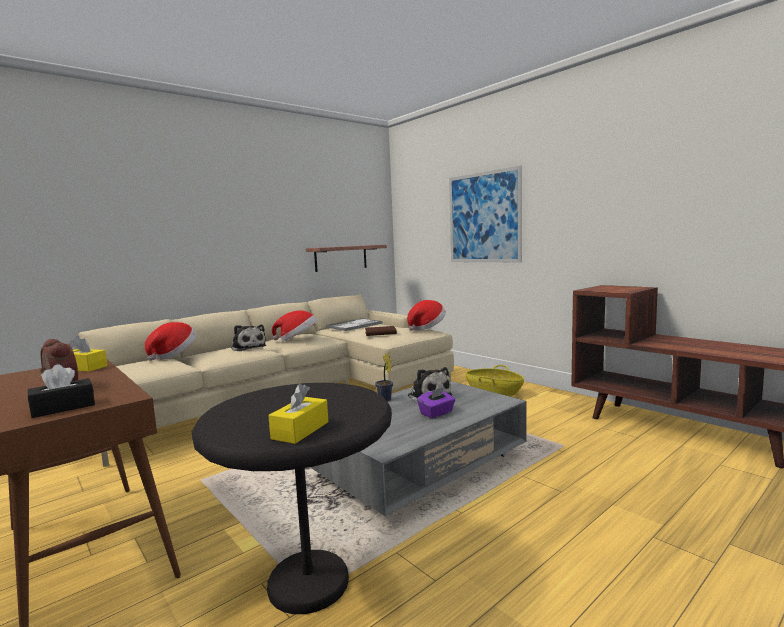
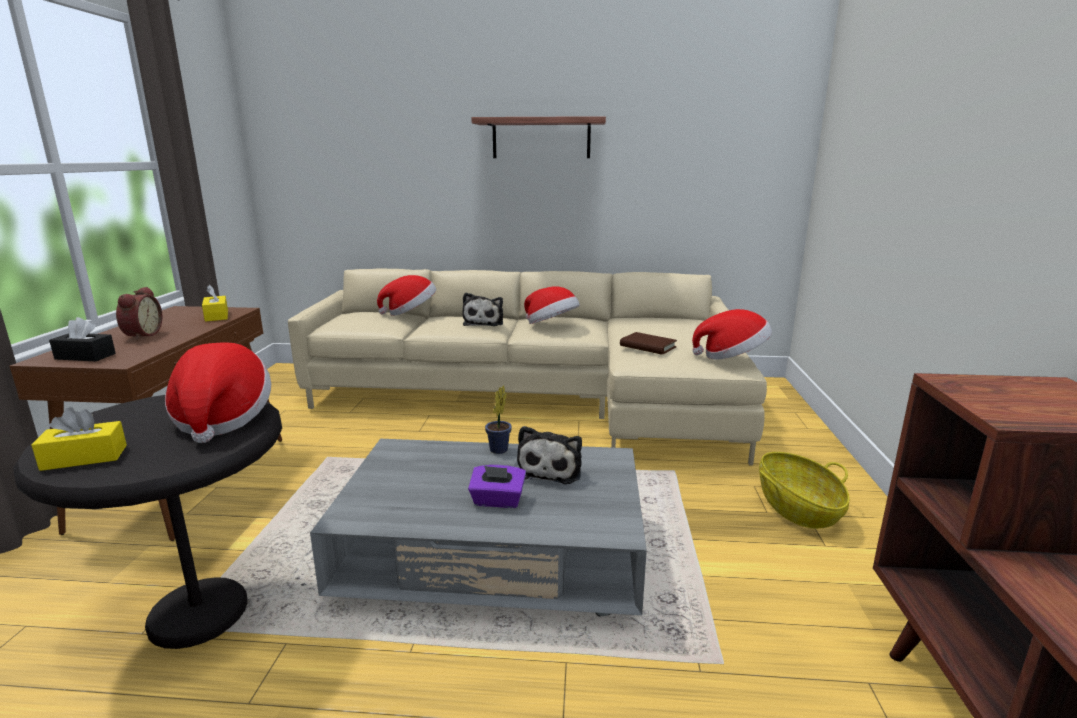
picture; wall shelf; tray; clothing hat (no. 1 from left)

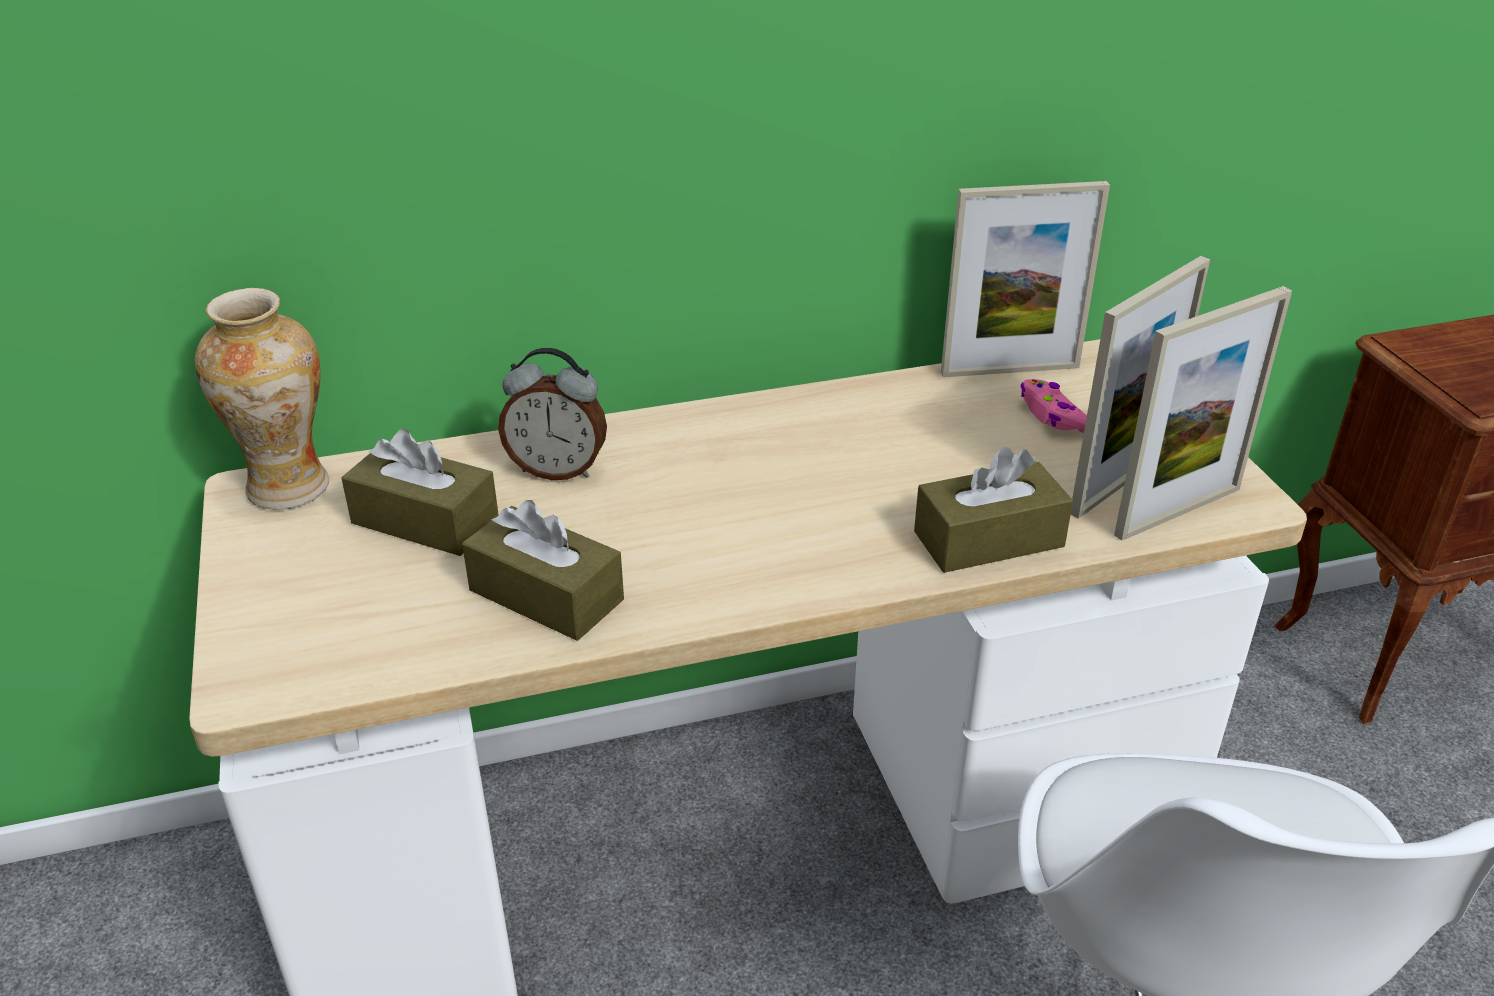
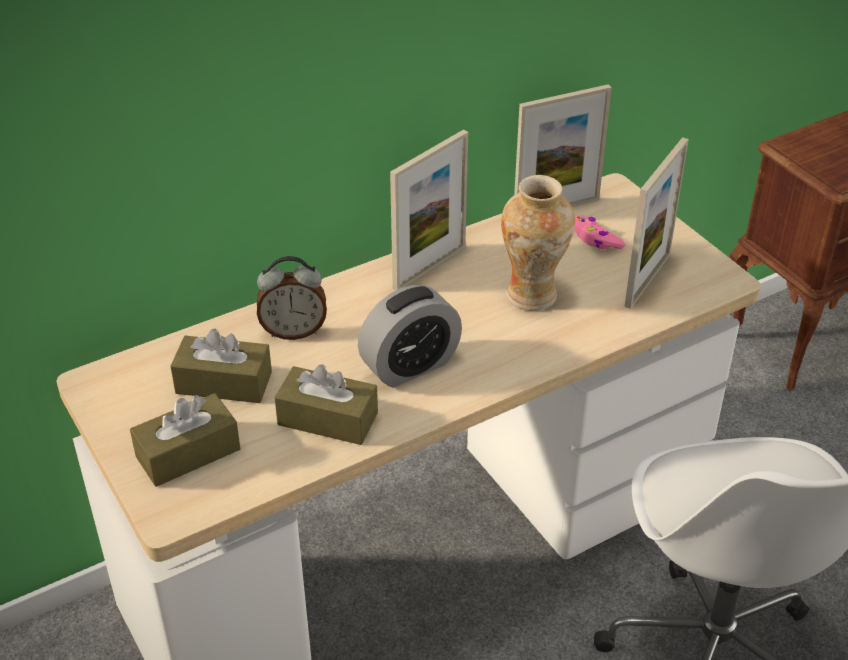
picture frame (no. 1 from left); flower vase; brown tissue holder (no. 1 from left); alarm clock (no. 2 from left)

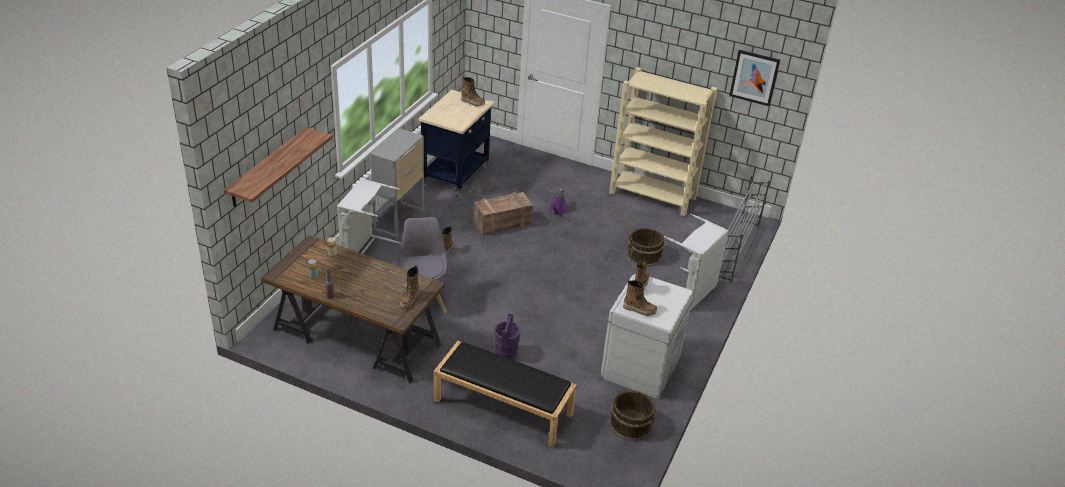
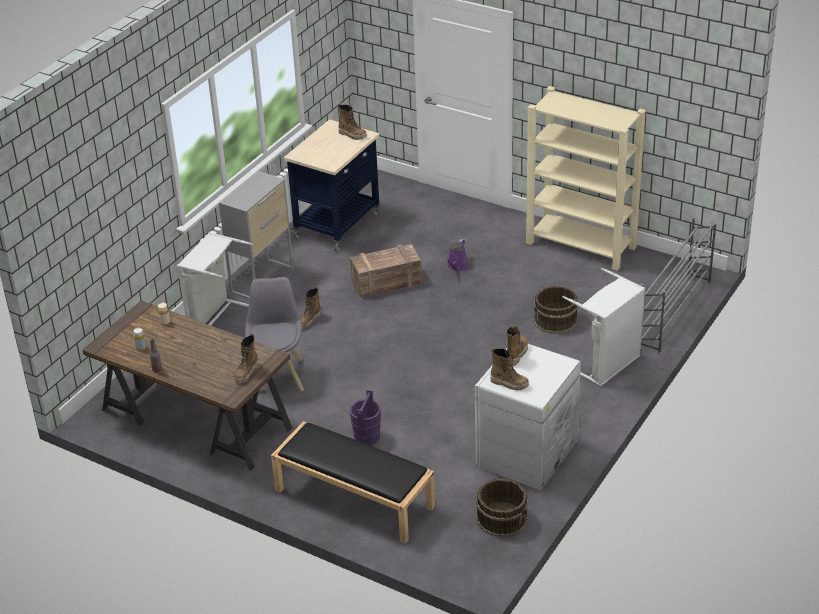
picture; wall shelf

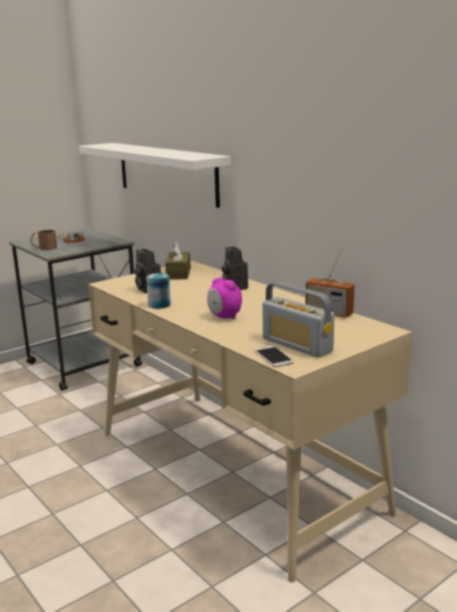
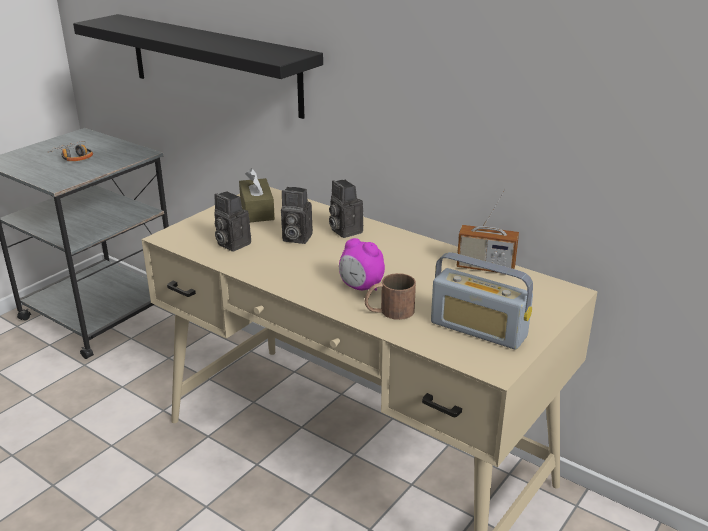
black-coloured wall shelf; brown mug; can; telephone; still camera (no. 2 from left)

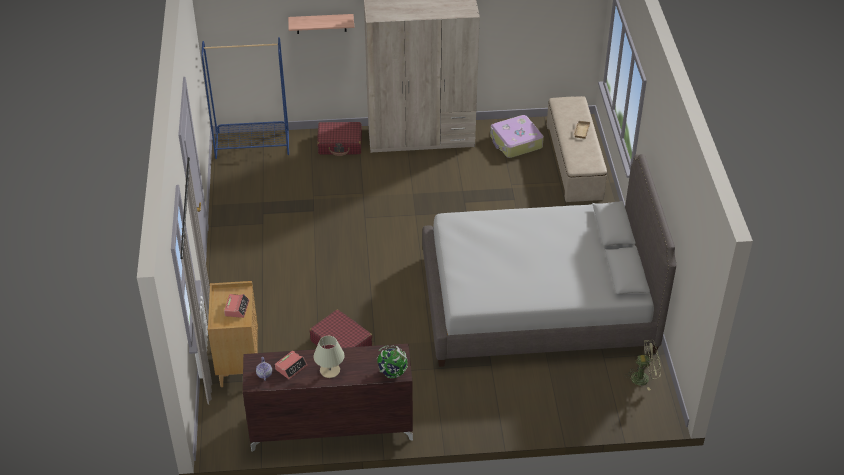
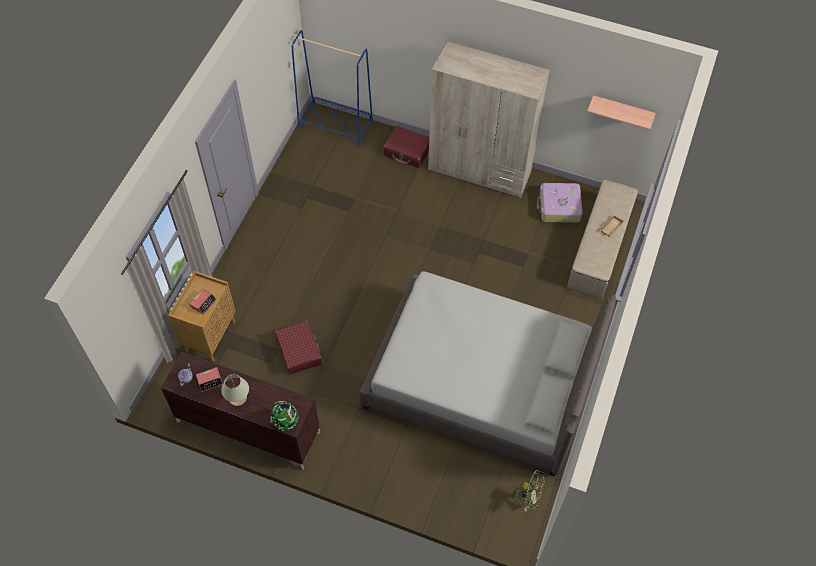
wall shelf

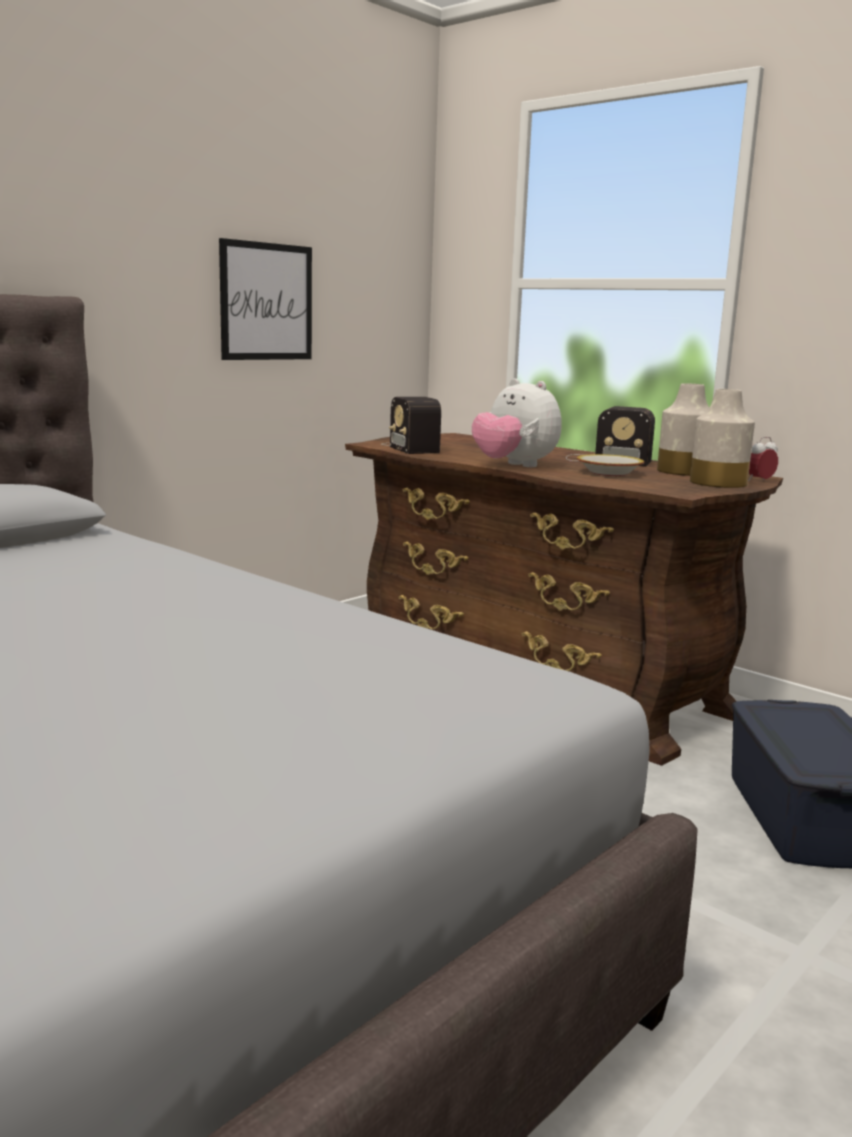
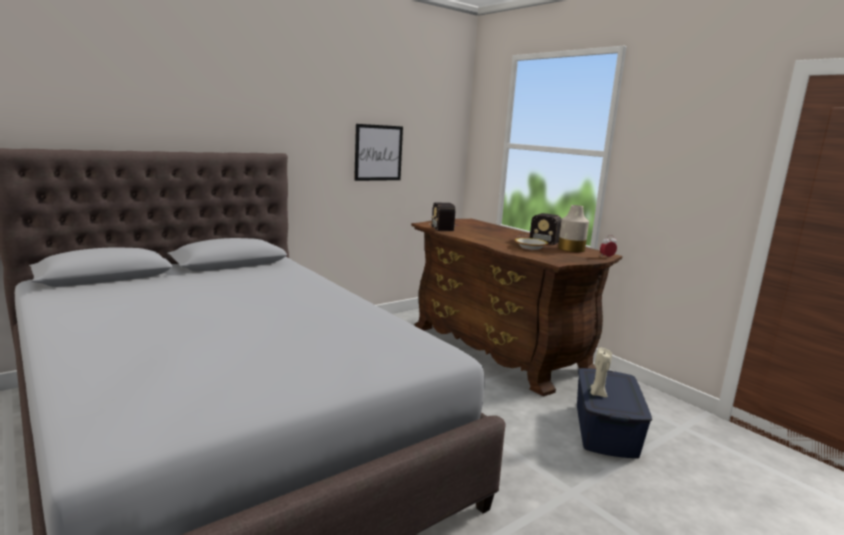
soft toy; beige flower vase (no. 2 from left in the first image); beige wax light

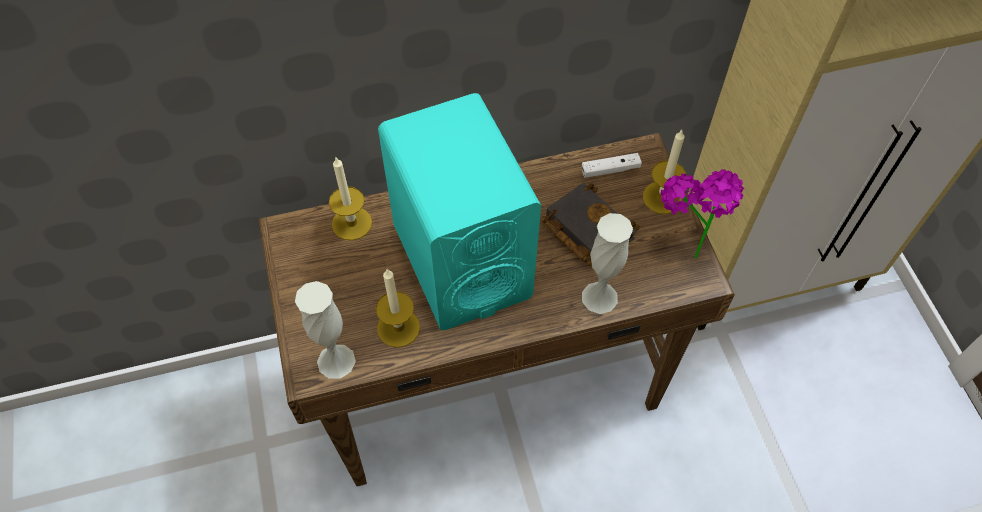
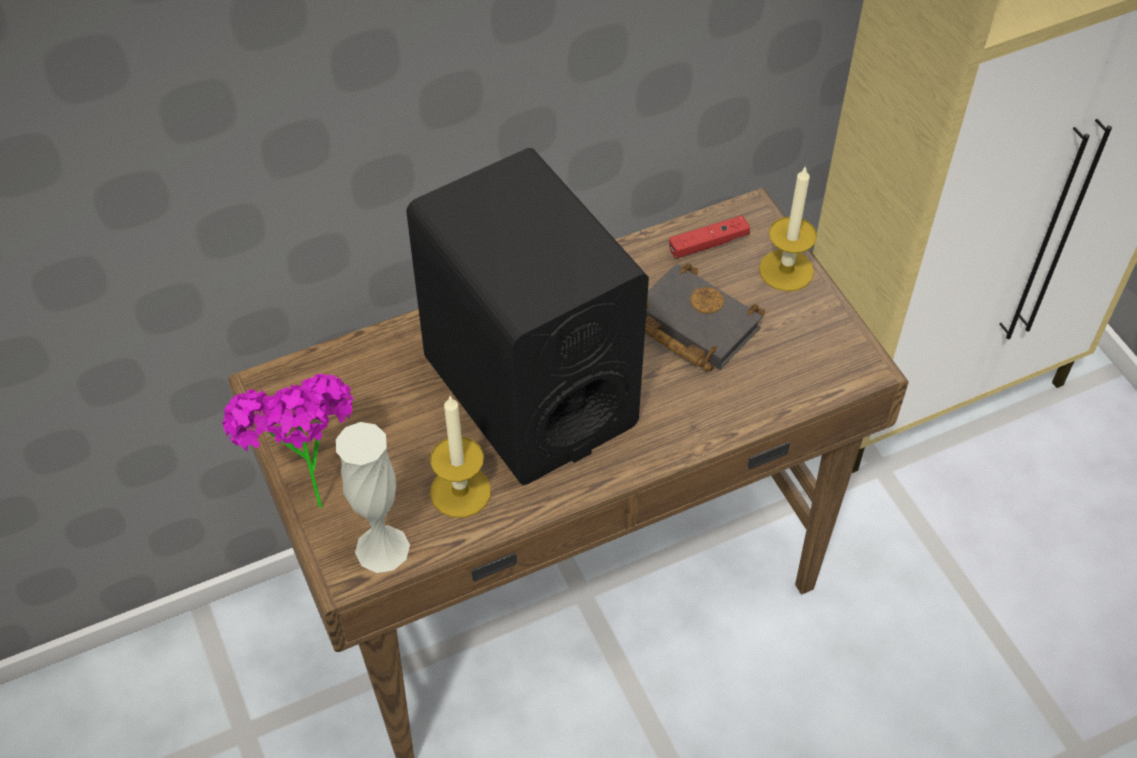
black-coloured speaker; reddish gamepad; wax light (no. 1 from left in the first image); potted plant; white flower vase (no. 2 from left in the first image)

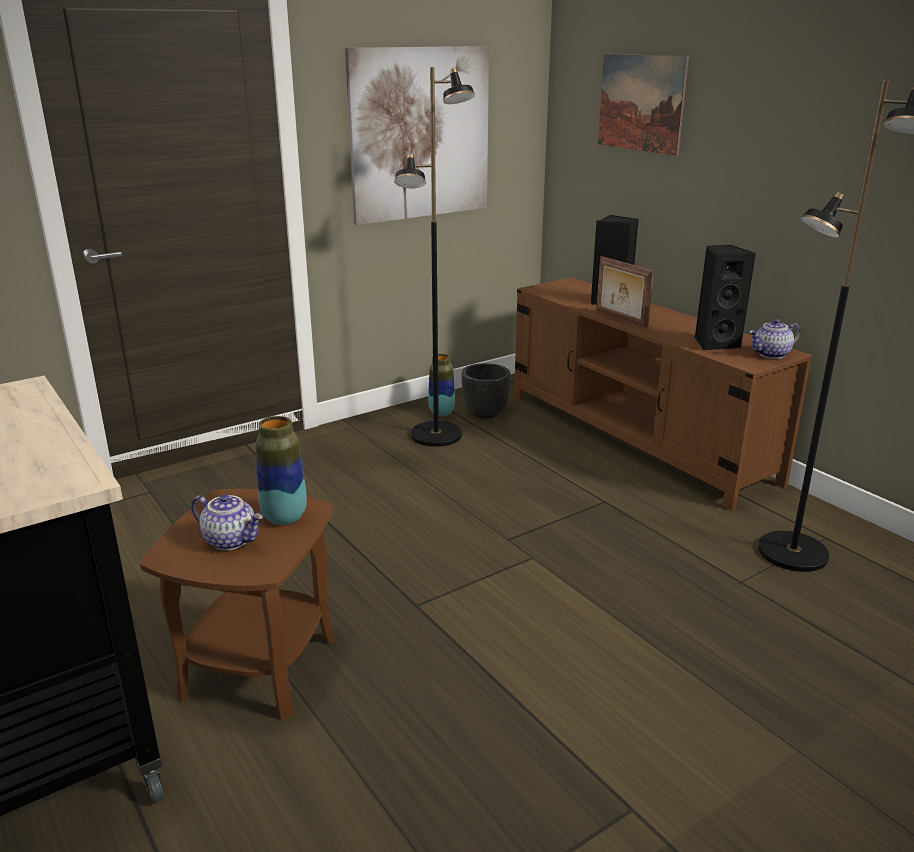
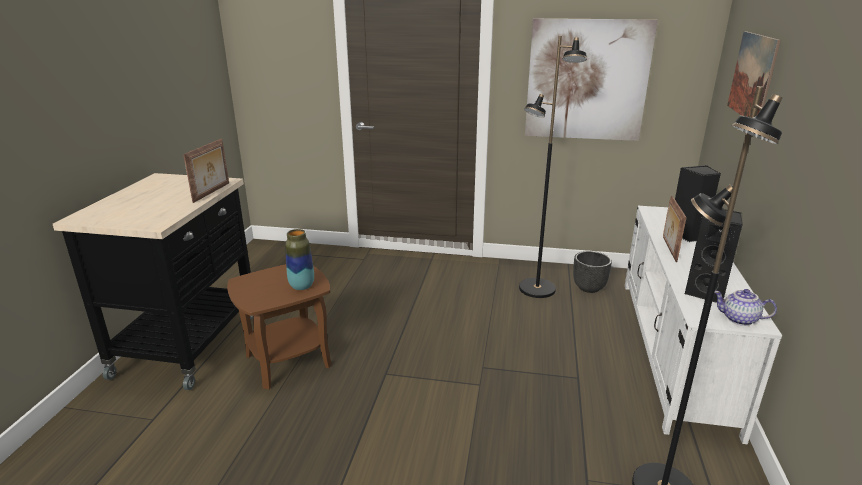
white media console; flower vase (no. 2 from left in the first image); teapot (no. 1 from left in the first image); picture frame (no. 1 from left)

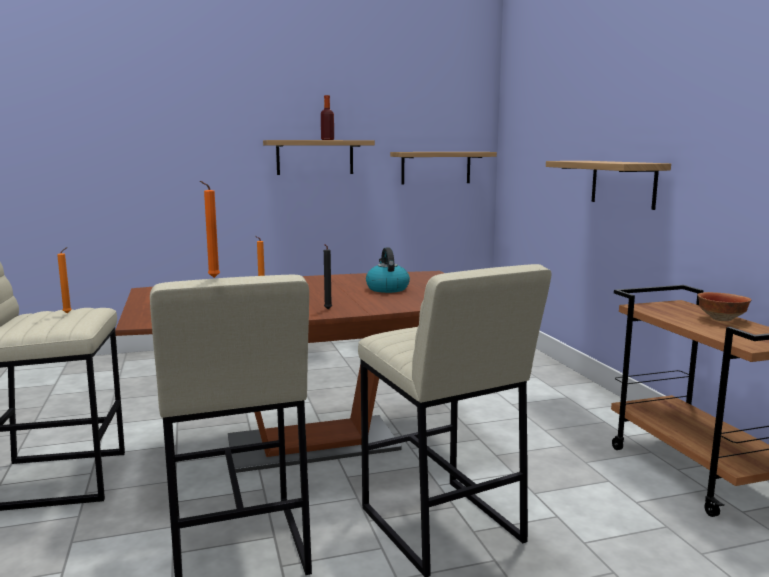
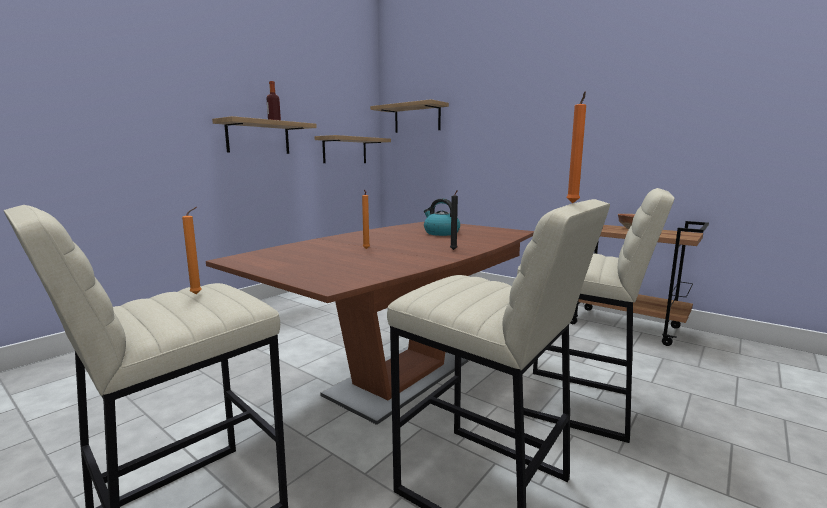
wall shelf (no. 3 from left)

